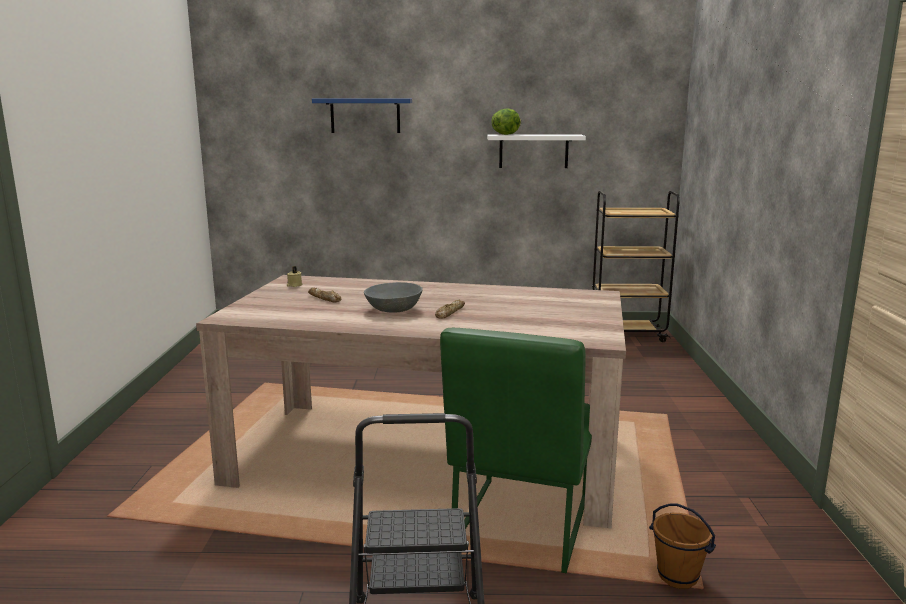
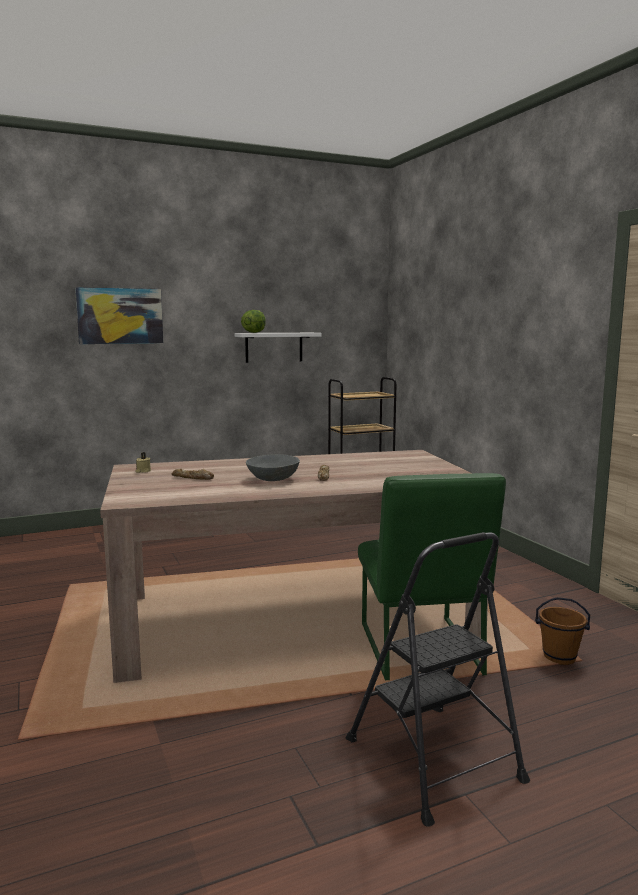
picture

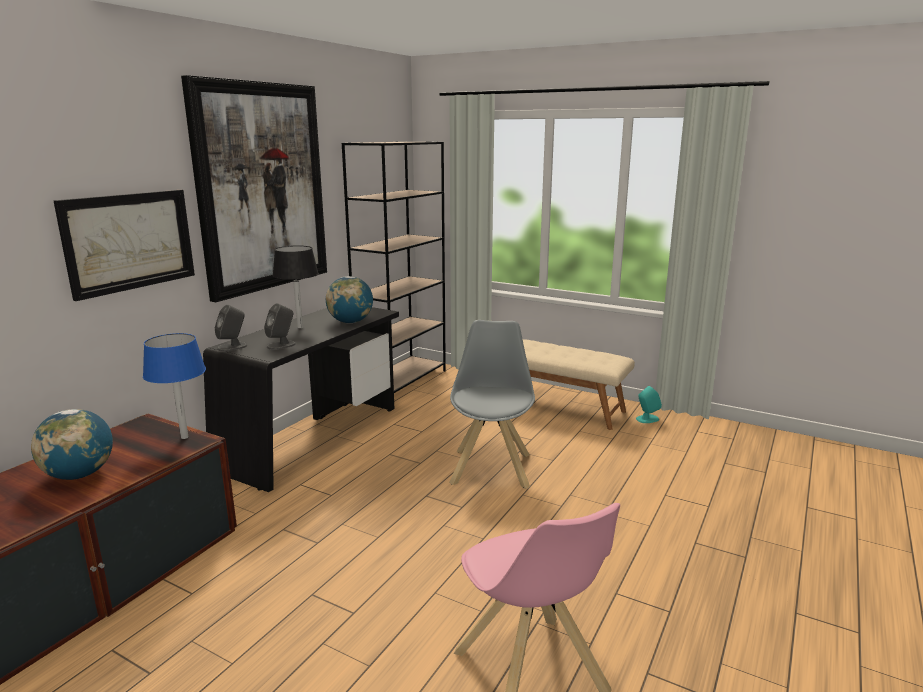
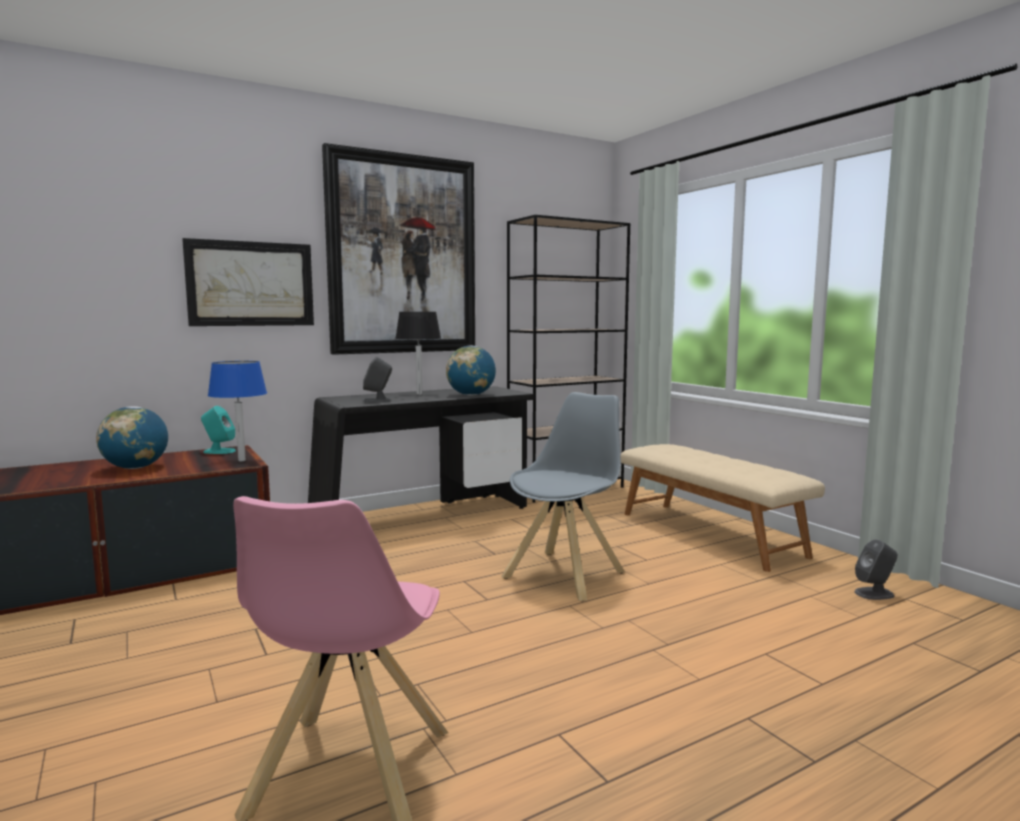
greyish speaker (no. 2 from left); turquoise speaker

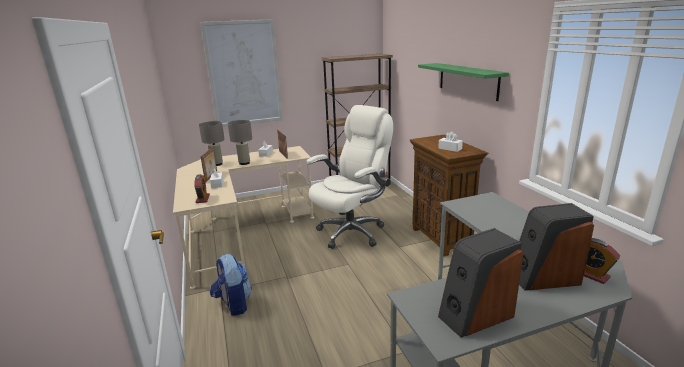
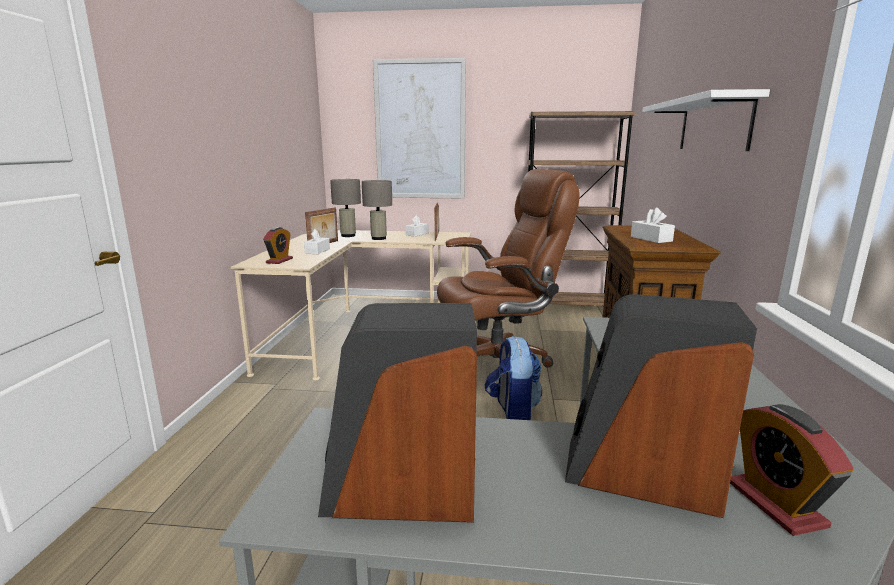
white wall shelf; brown office chair; knapsack

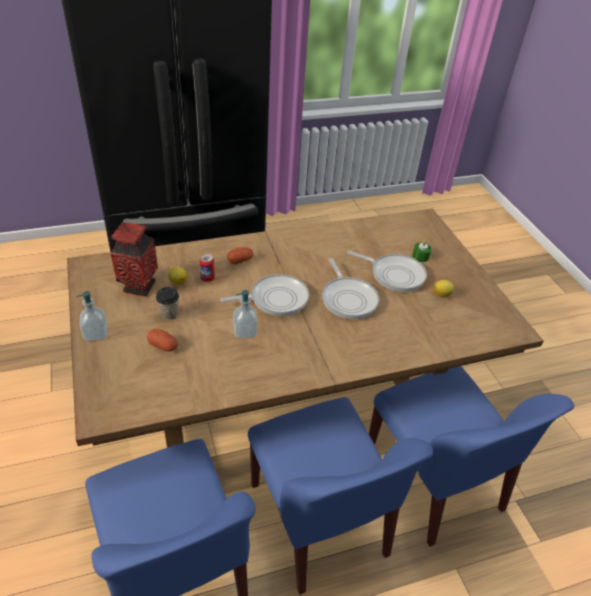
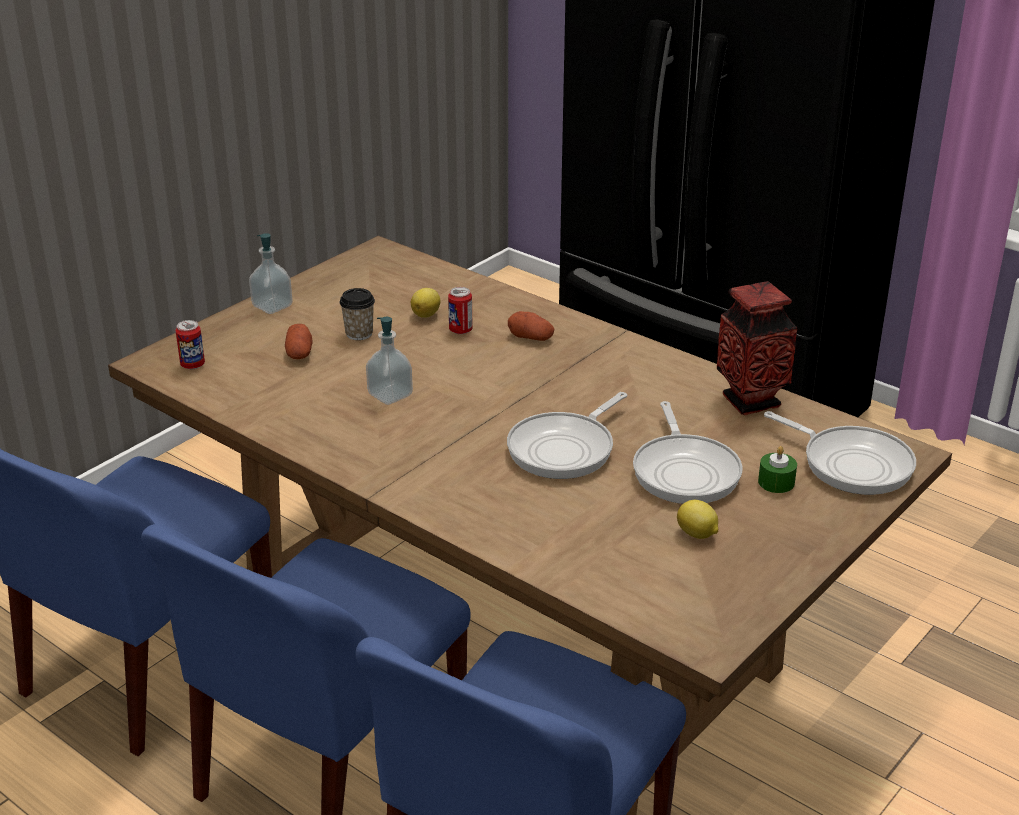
flower vase; skillet (no. 3 from left); can (no. 1 from left)

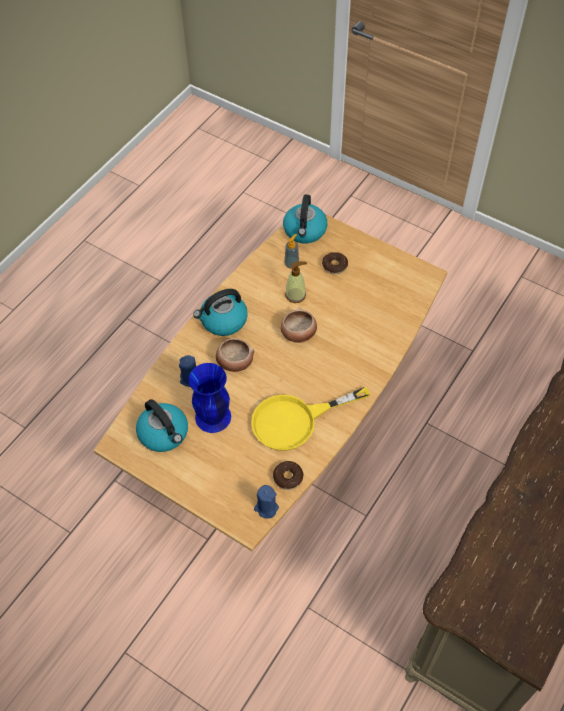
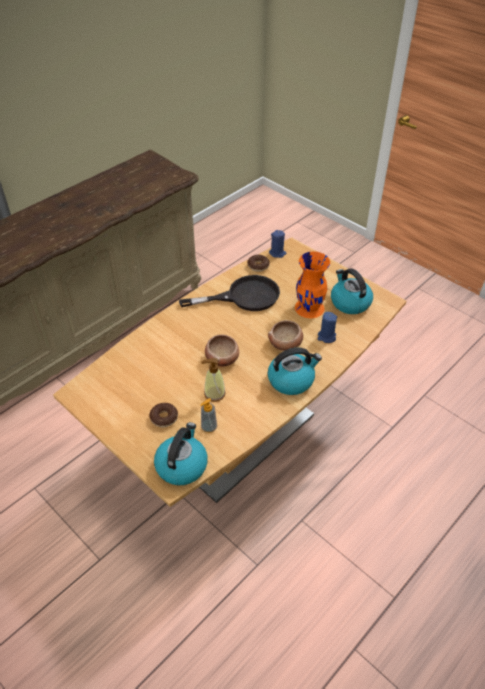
orange flower vase; black-coloured skillet

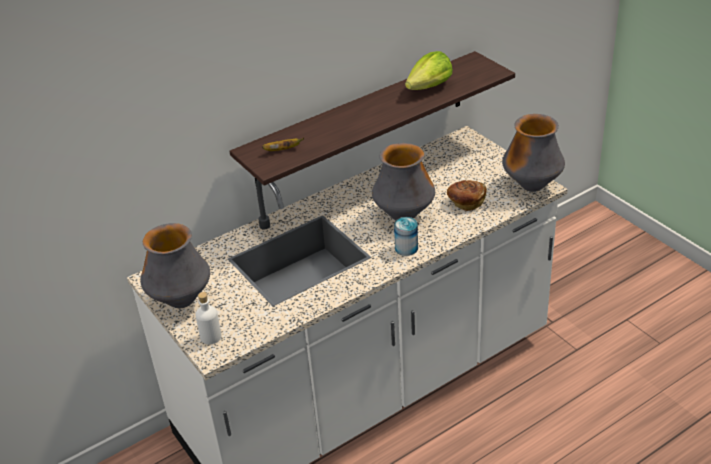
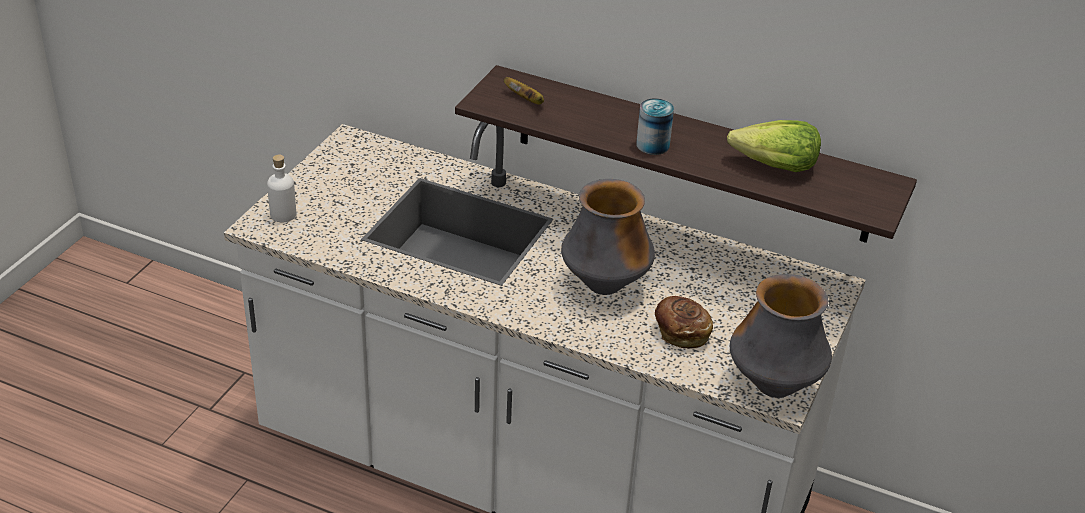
can; flower vase (no. 1 from left in the first image)

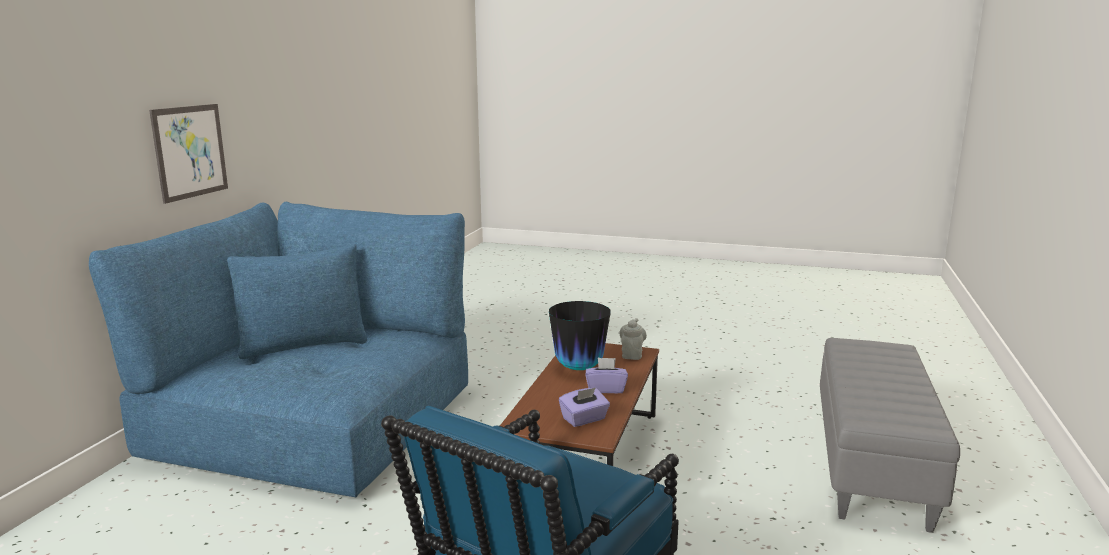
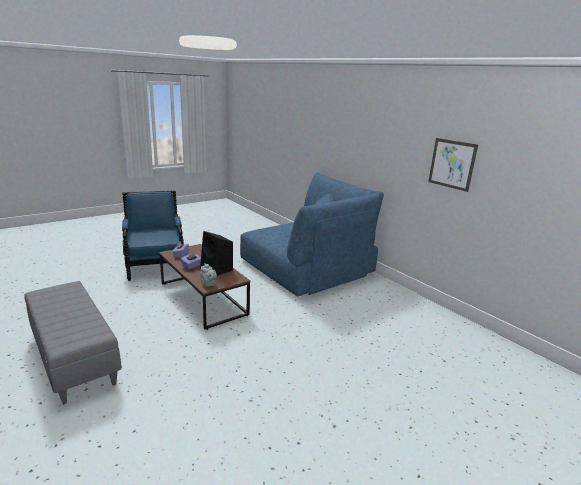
picture; black-coloured speaker

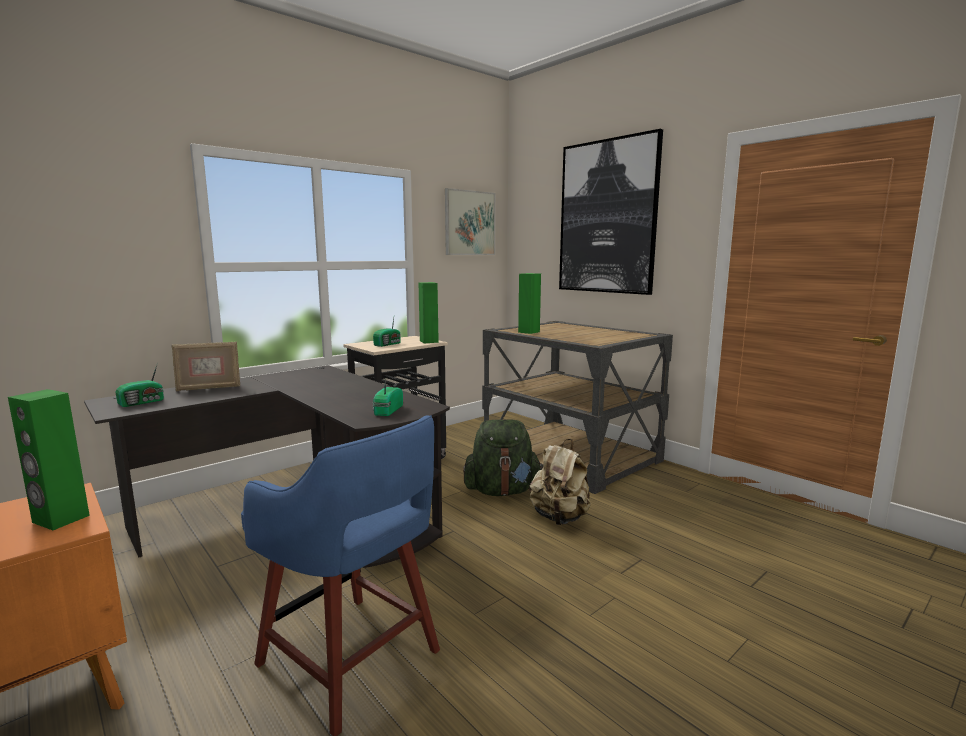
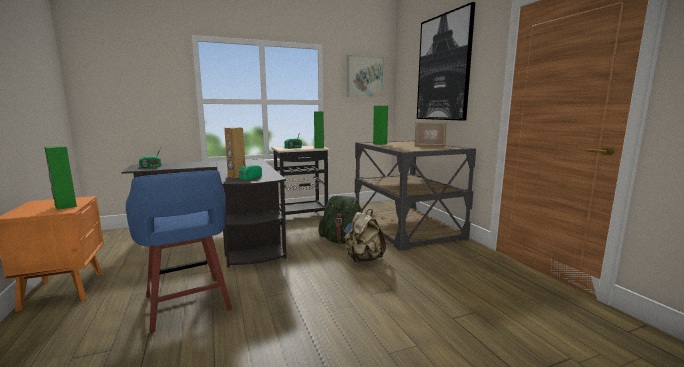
picture frame; brown speaker

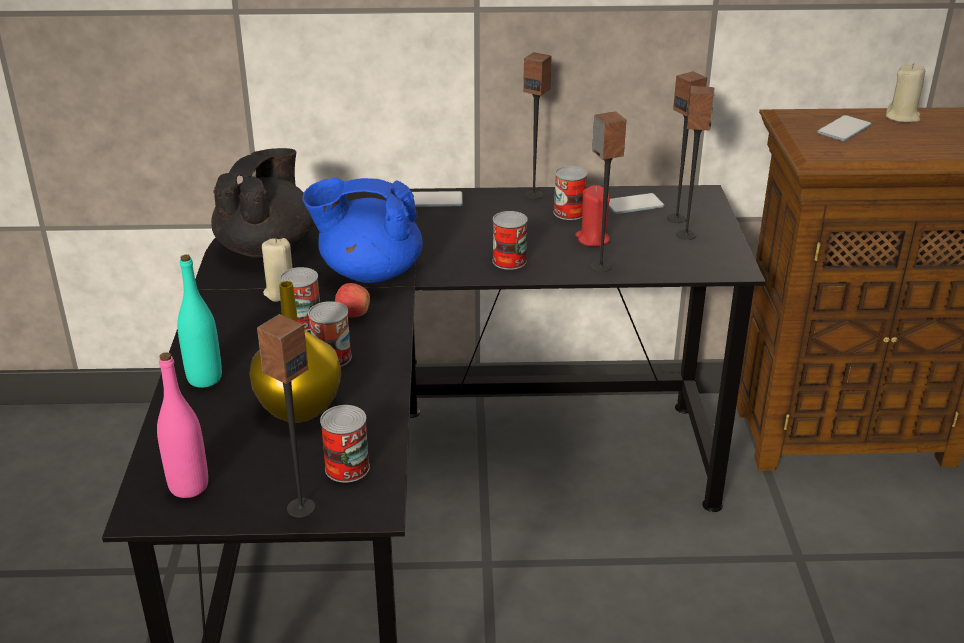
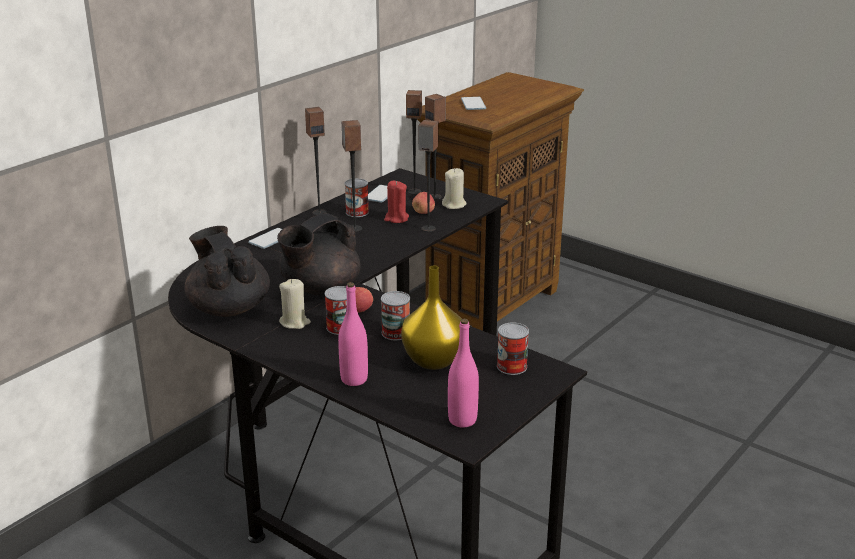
beige wax light (no. 2 from left); black-coloured teapot (no. 2 from left); can (no. 4 from left in the first image); pink-coloured bottle (no. 1 from left); speaker (no. 2 from left); apple (no. 2 from left)

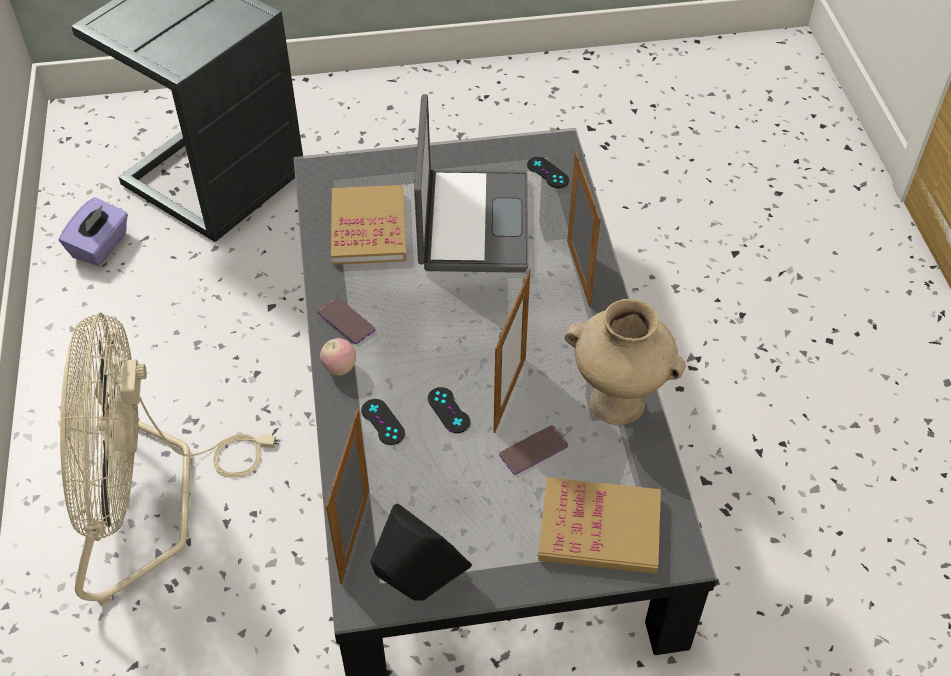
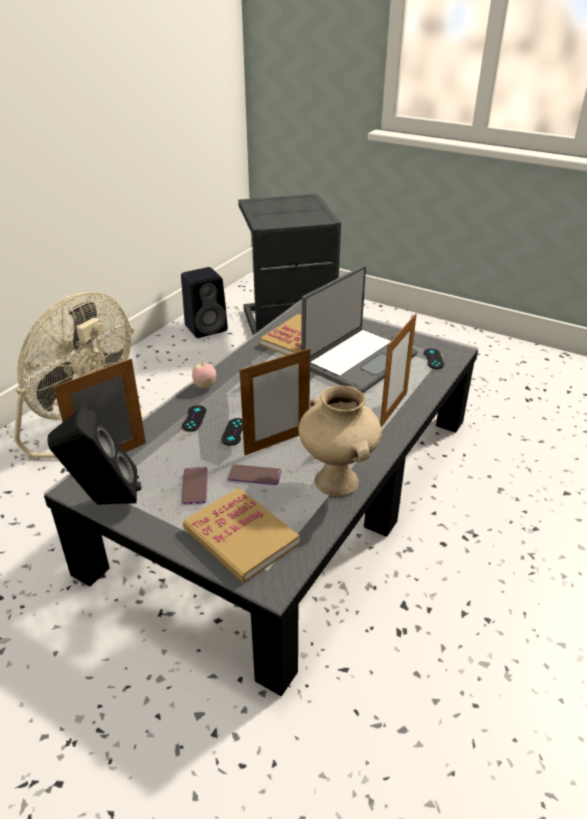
black-coloured speaker (no. 2 from left); telephone (no. 1 from left)

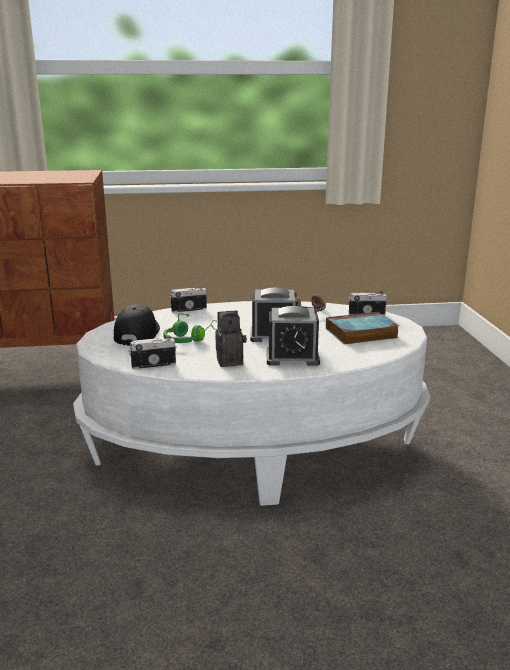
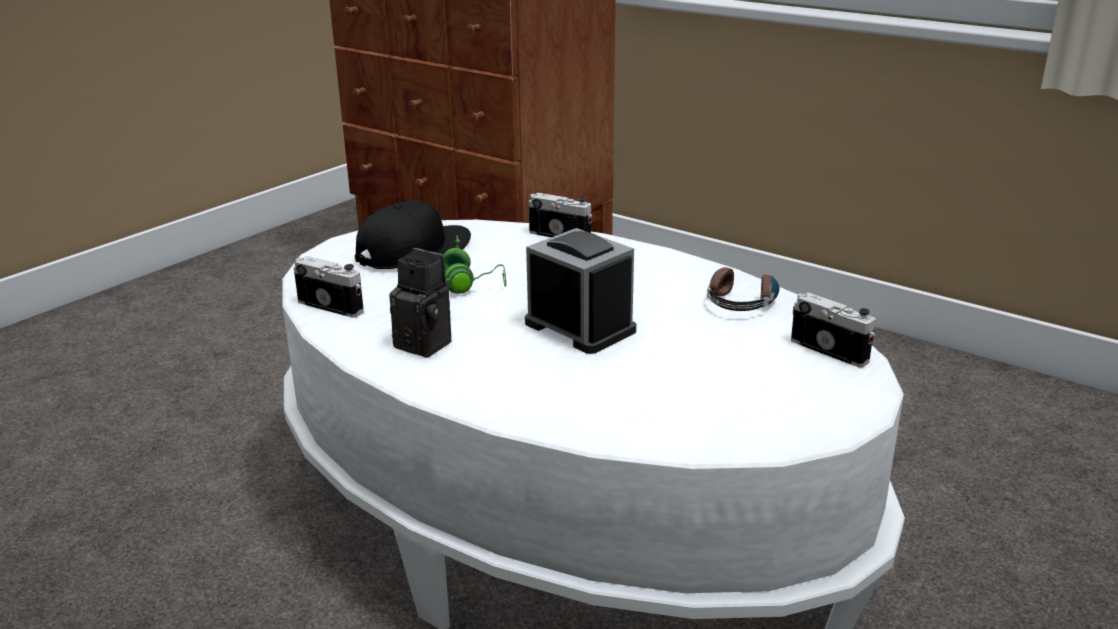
alarm clock (no. 2 from left in the first image); book

